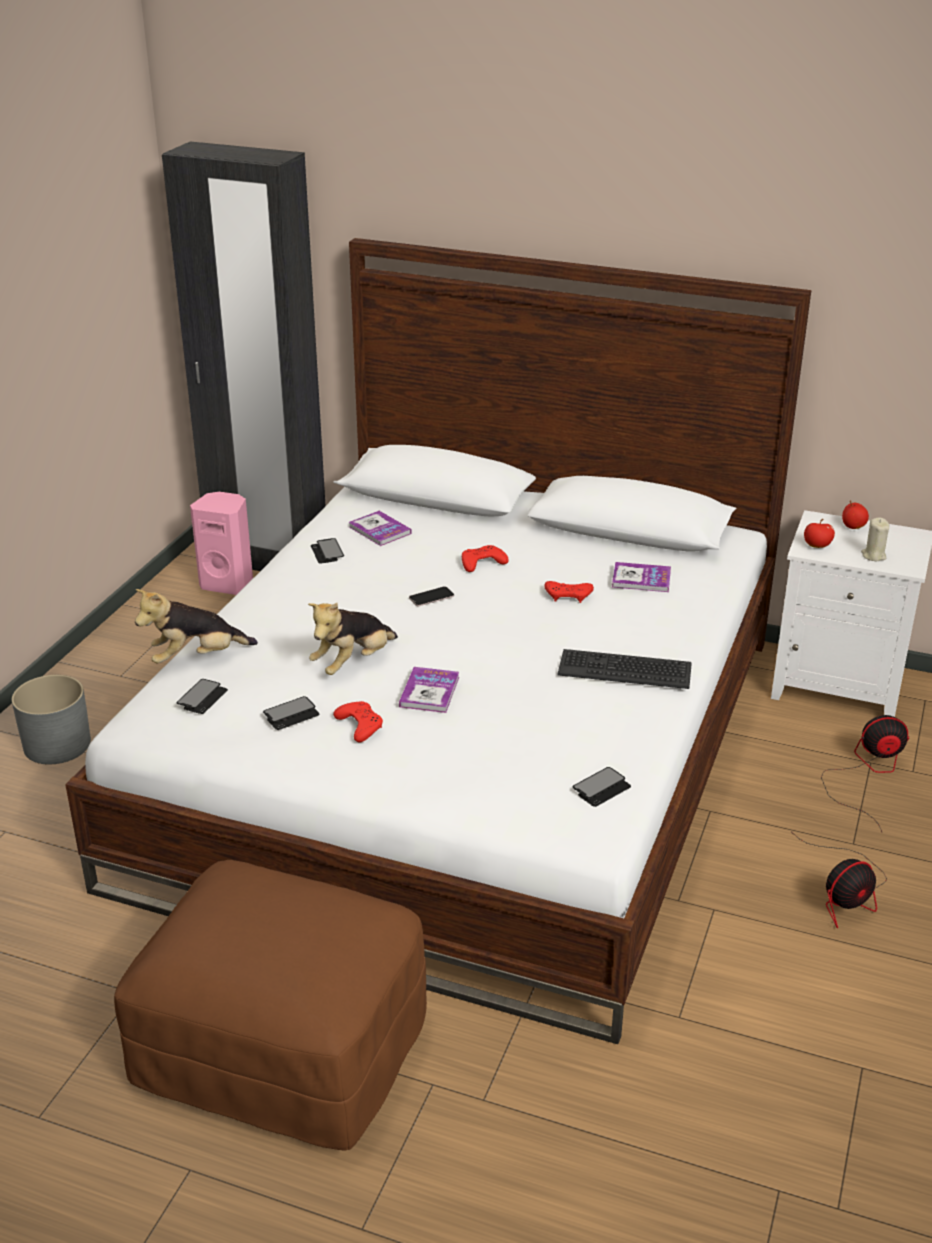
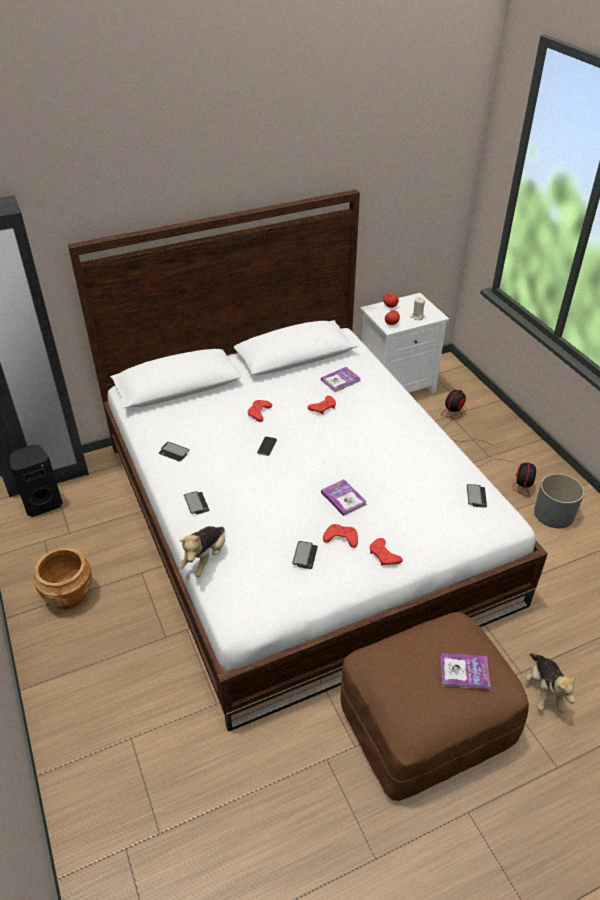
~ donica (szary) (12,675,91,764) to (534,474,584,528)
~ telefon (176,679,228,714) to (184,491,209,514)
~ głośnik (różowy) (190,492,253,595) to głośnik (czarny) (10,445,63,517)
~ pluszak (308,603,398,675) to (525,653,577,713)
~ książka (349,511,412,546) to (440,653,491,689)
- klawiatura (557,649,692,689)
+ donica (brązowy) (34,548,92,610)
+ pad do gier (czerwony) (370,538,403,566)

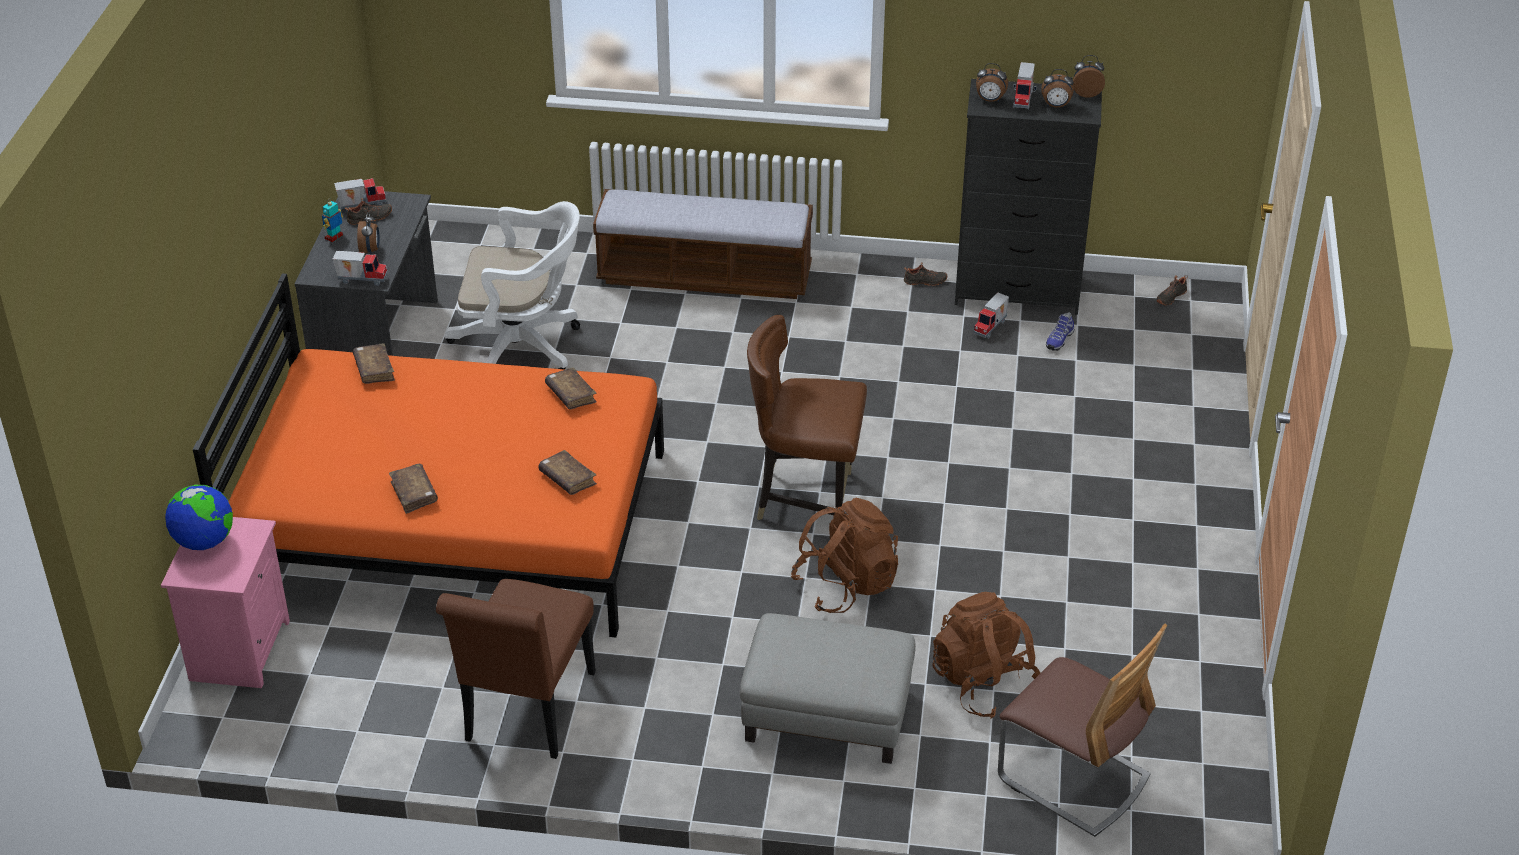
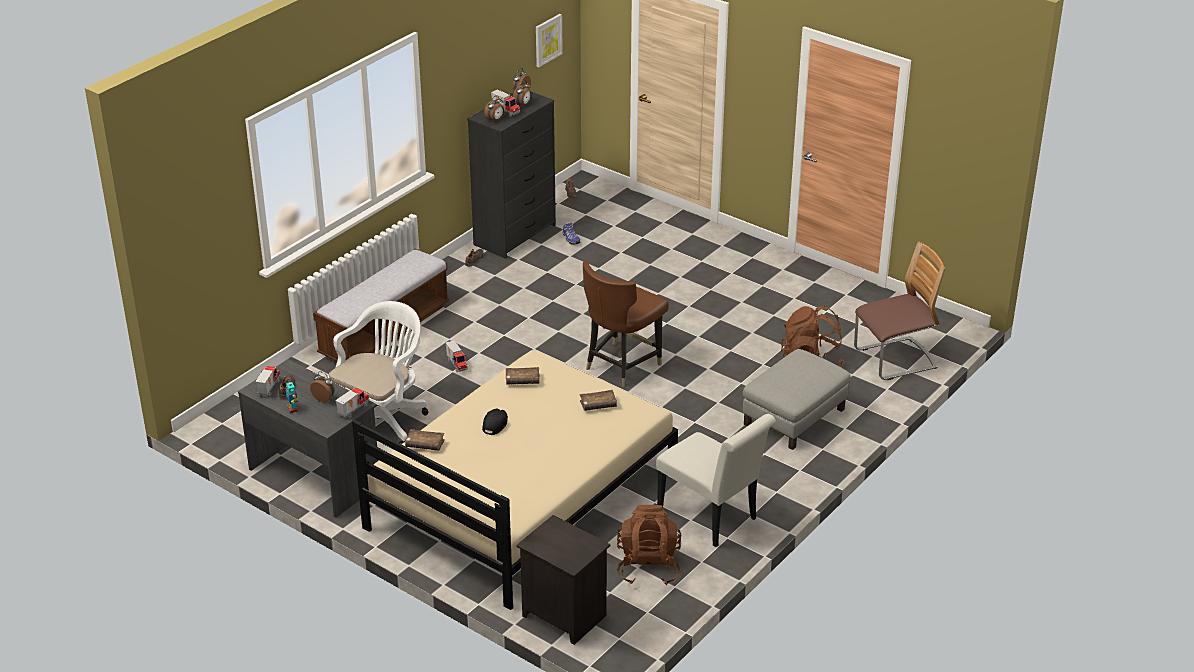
~ szafka nocna (różowy) (161,517,290,688) to szafka nocna (czarny) (516,515,610,645)
- globus (165,485,233,550)
~ łóżko (pomarańczowy) (193,273,664,637) to łóżko (beżowy) (352,350,678,610)
- książka (brązowy) (389,464,438,514)
~ krzesło (brązowy) (436,579,596,759) to krzesło (biały) (656,414,776,547)
~ plecak (brązowy) (791,498,898,613) to (617,505,681,585)
~ ciężarówka zabawkowa (973,292,1009,339) to (446,340,468,372)
+ czapka z daszkiem (czarny) (482,408,508,435)
+ obraz (536,14,563,67)

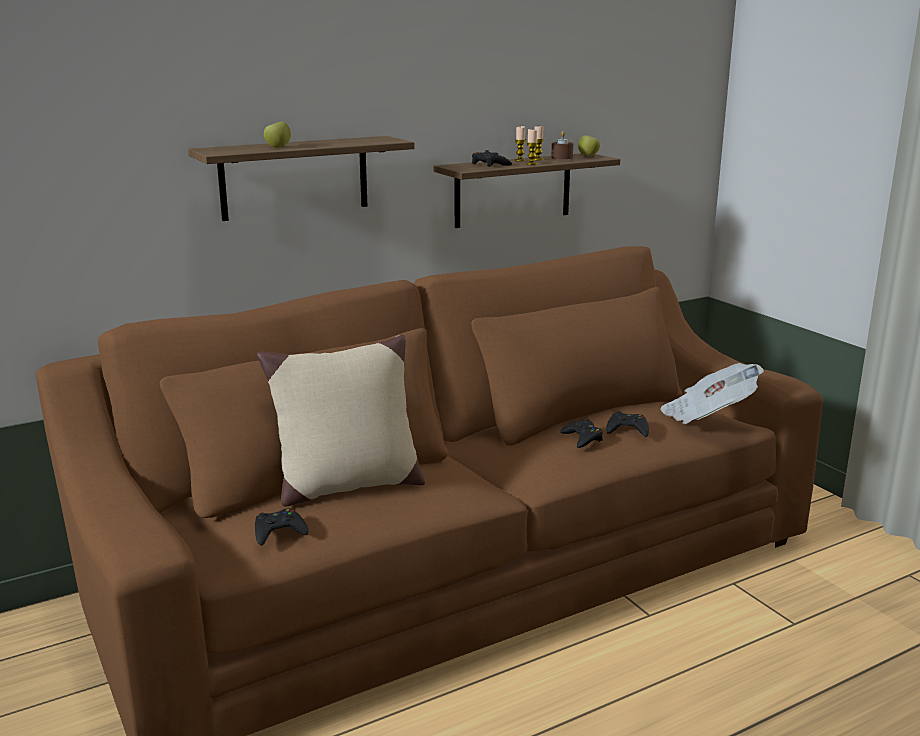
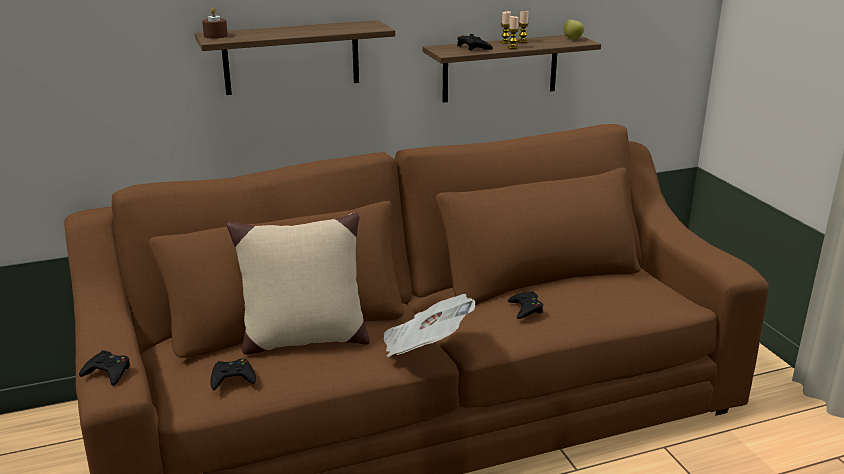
- jabłko (264,122,291,148)
~ świeca (brązowy) (551,131,573,159) to (202,8,228,39)
~ pad do gier (czarny) (606,411,649,437) to (79,350,130,386)
~ gazeta (660,363,764,424) to (384,294,475,357)

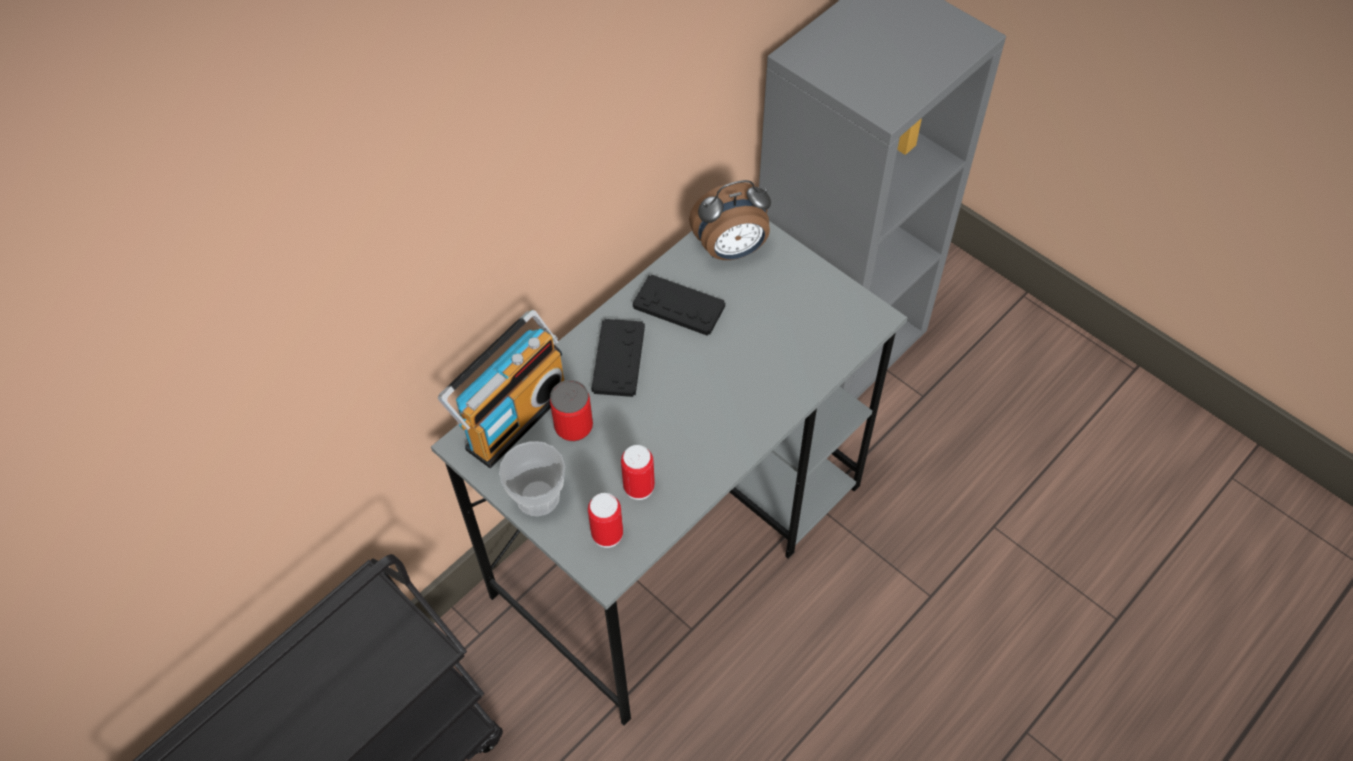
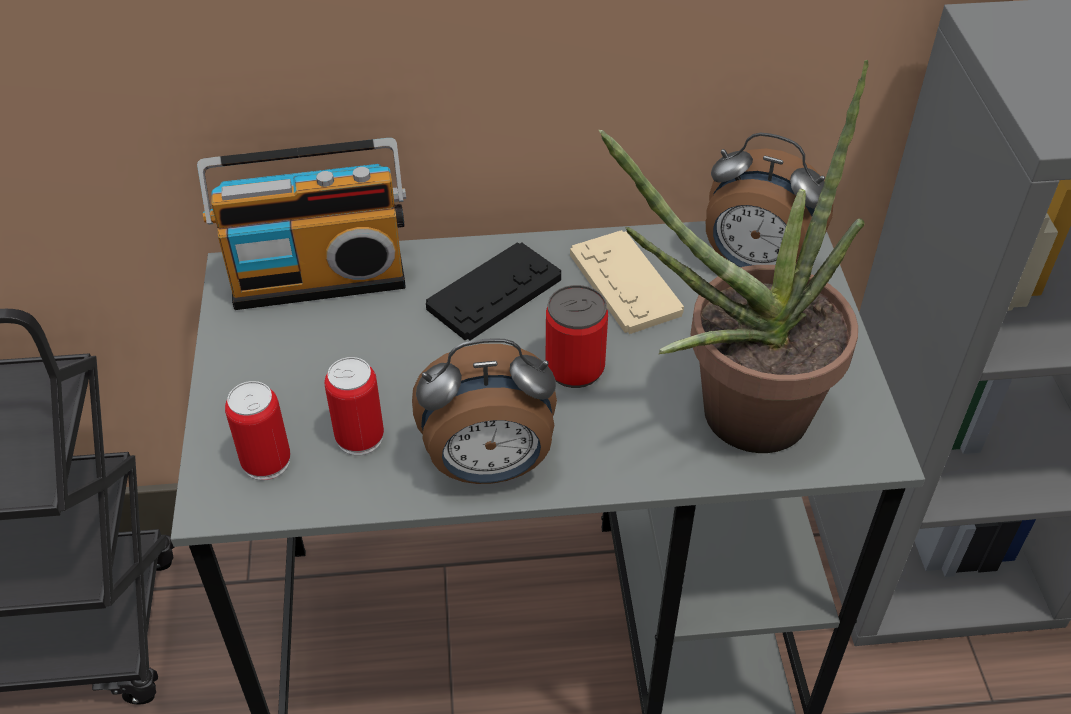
- filiżanka (499,441,565,516)
~ puszka (550,380,593,441) to (546,285,608,388)
~ pad do gier (czarny) (633,275,725,335) to pad do gier (beżowy) (570,230,684,334)
+ budzik (412,338,557,484)
+ roślina doniczkowa (599,60,869,453)

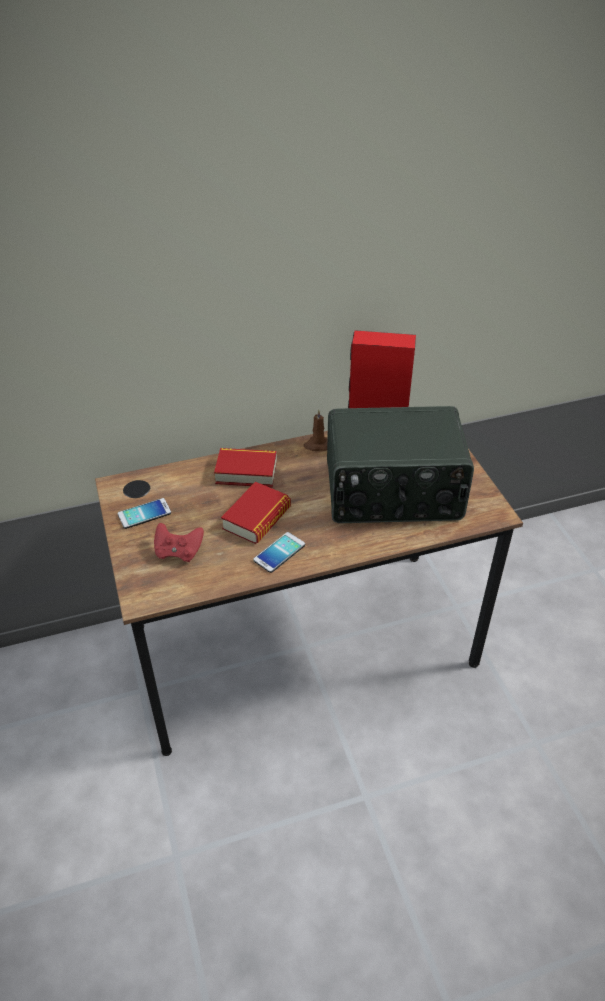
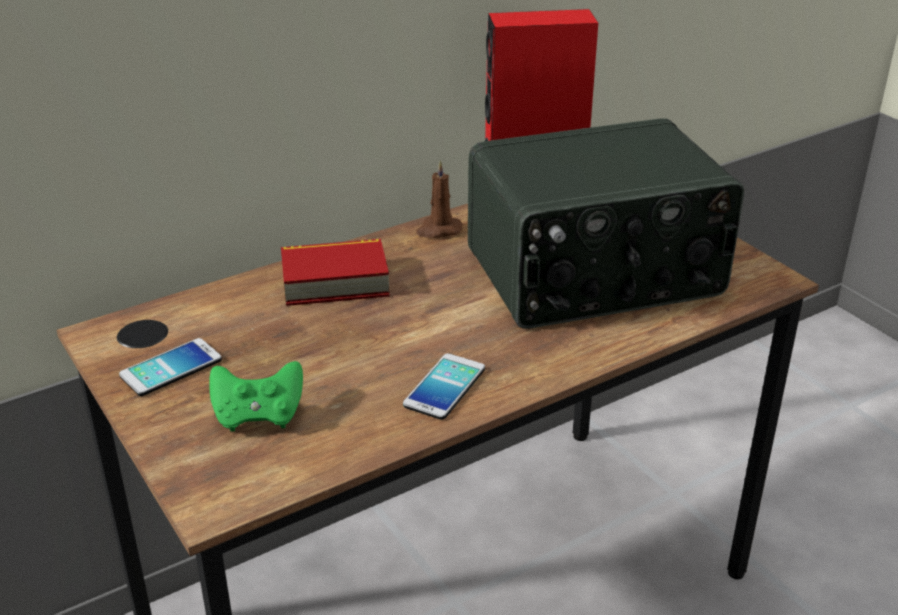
~ pad do gier (czerwony) (154,523,204,562) to pad do gier (zielony) (209,361,303,431)
- książka (221,482,291,544)

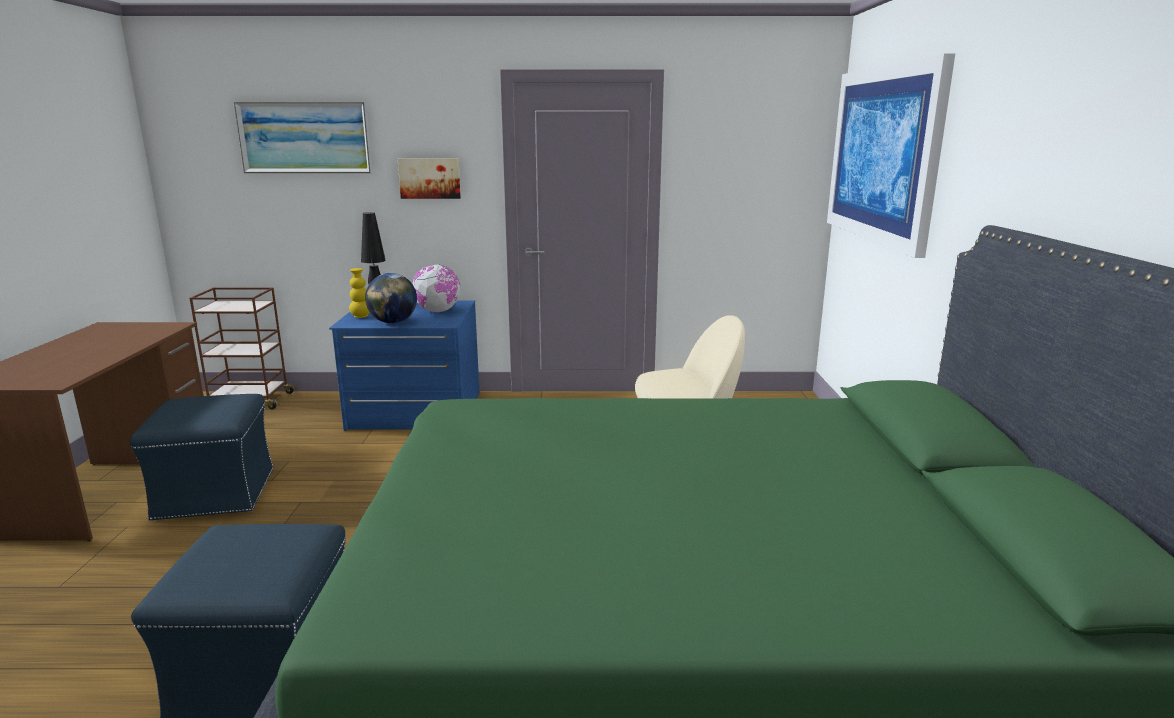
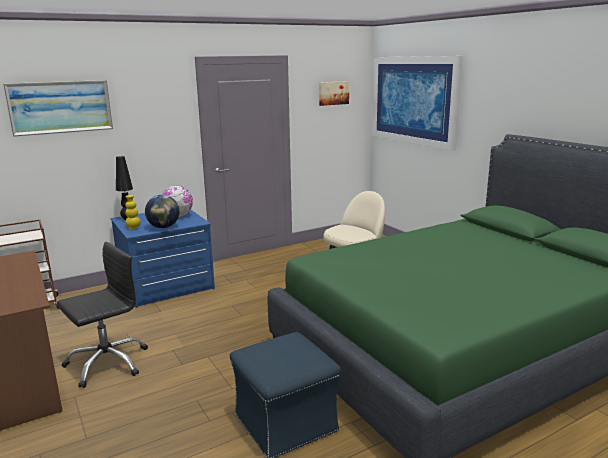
~ pufa (niebieski) (130,394,273,521) to krzesło biurowe (czarny) (57,242,148,388)
~ obraz (398,158,461,199) to (319,81,349,106)

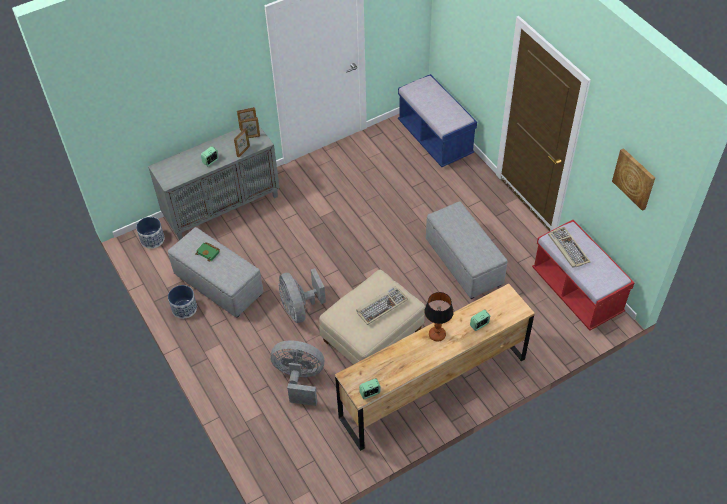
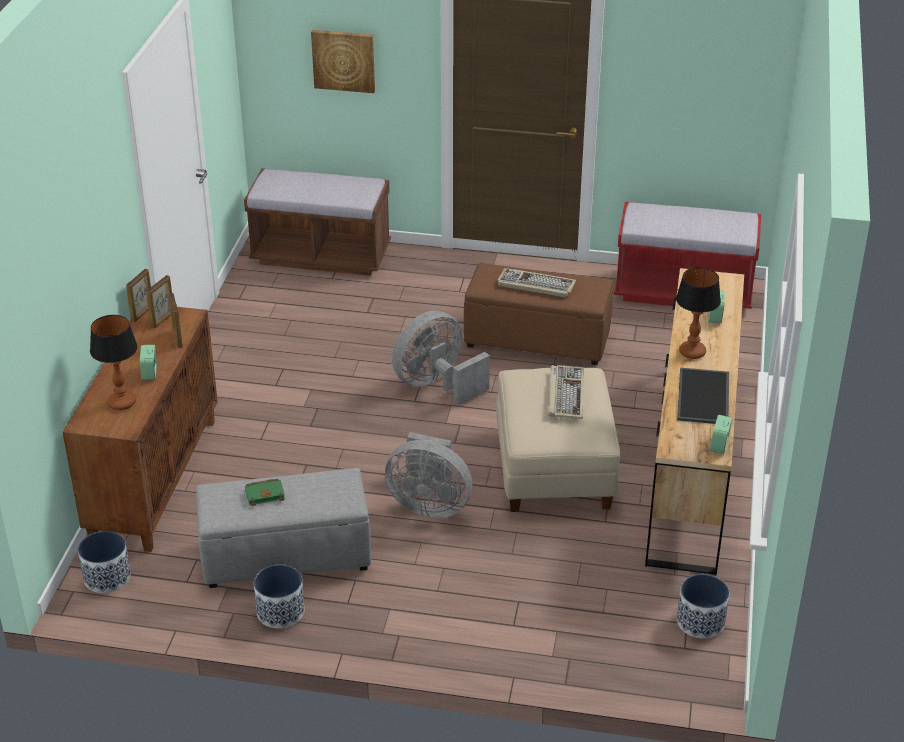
~ szafka (szary) (148,126,280,240) to szafka (brązowy) (62,307,218,552)
~ wentylator (szary) (270,341,324,406) to (392,311,490,405)
~ ławka (niebieski) (398,74,477,167) to ławka (brązowy) (244,168,391,276)
~ pufa (szary) (426,201,508,299) to pufa (brązowy) (464,263,613,365)
~ klawiatura (548,227,591,268) to (497,268,576,297)
~ obraz (612,148,655,211) to (311,30,375,93)
+ lampa stołowa (90,315,138,410)
+ taca (677,368,729,424)
+ donica (677,574,729,639)

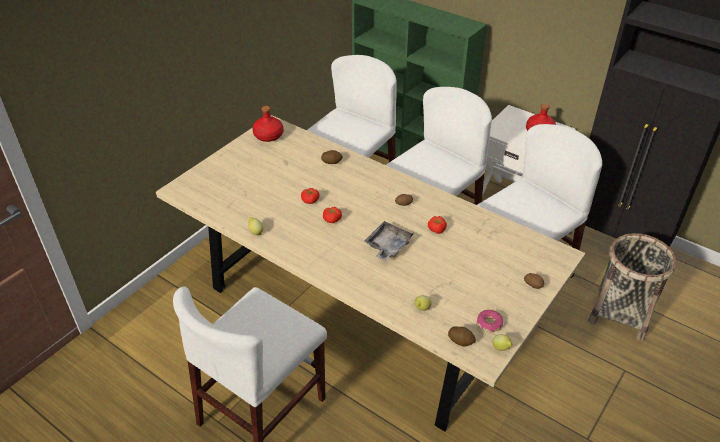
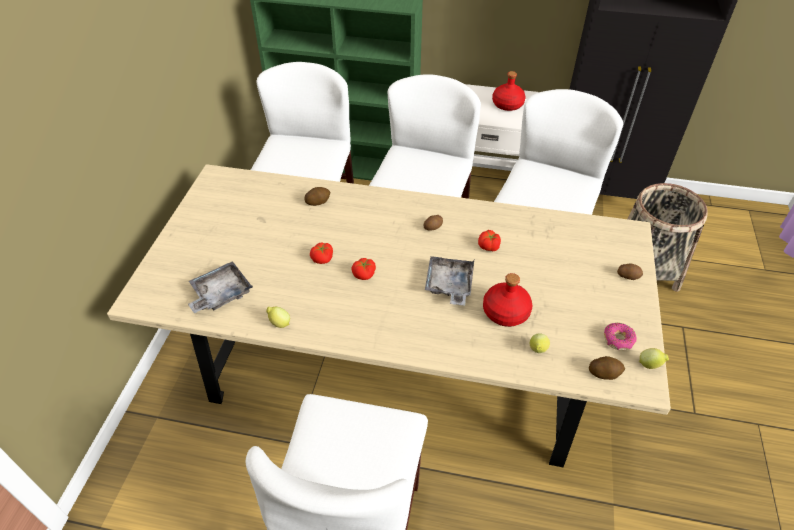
~ butelka (czerwony) (253,106,284,142) to (483,273,532,327)
+ taca (szary) (188,261,253,313)

